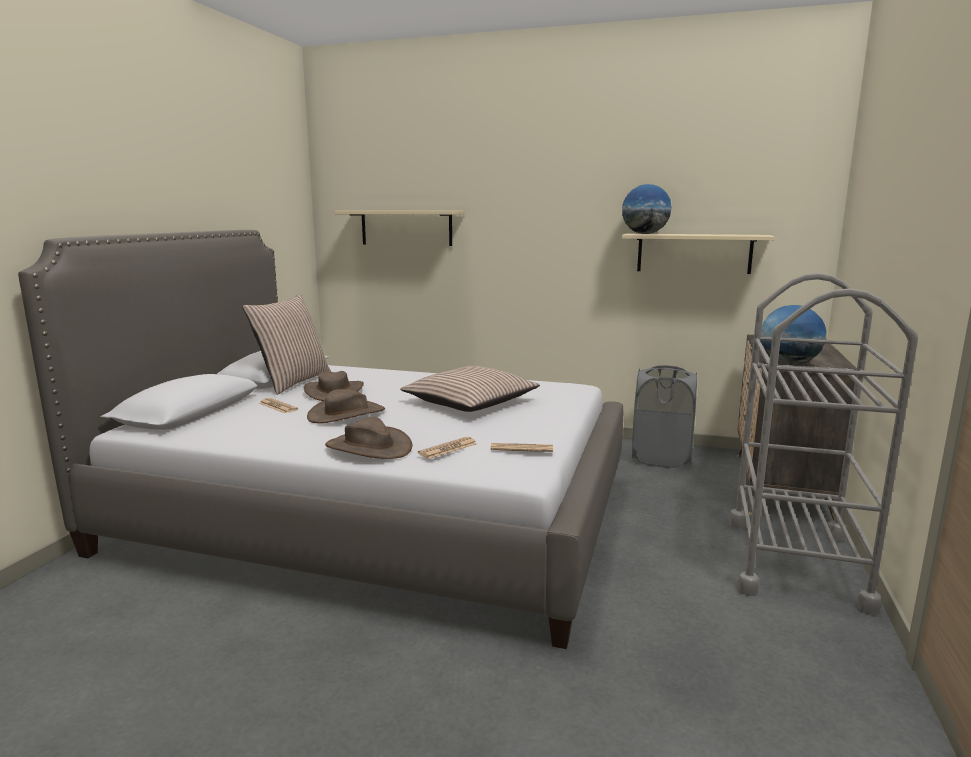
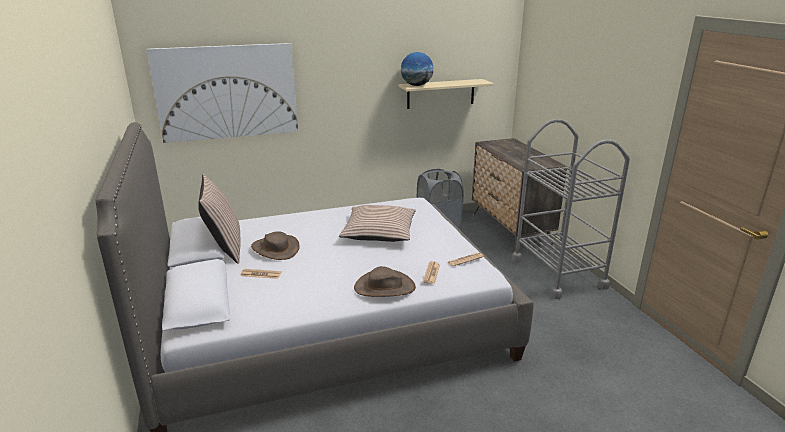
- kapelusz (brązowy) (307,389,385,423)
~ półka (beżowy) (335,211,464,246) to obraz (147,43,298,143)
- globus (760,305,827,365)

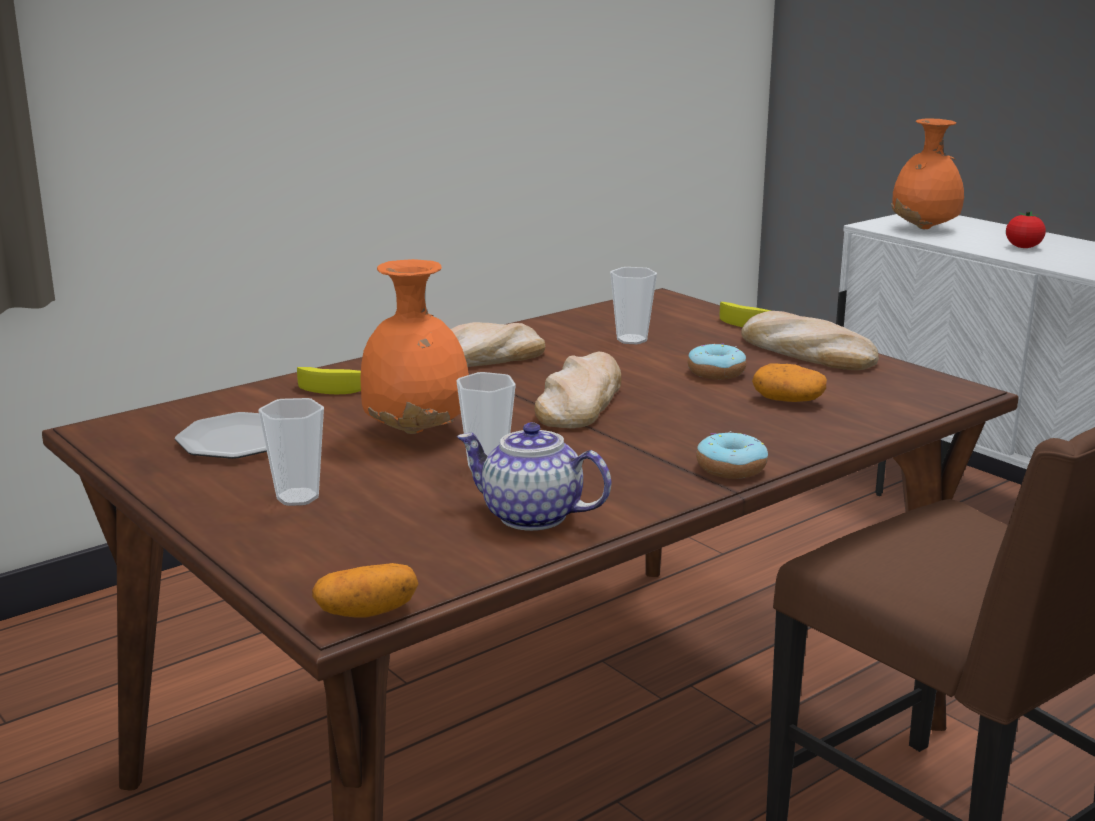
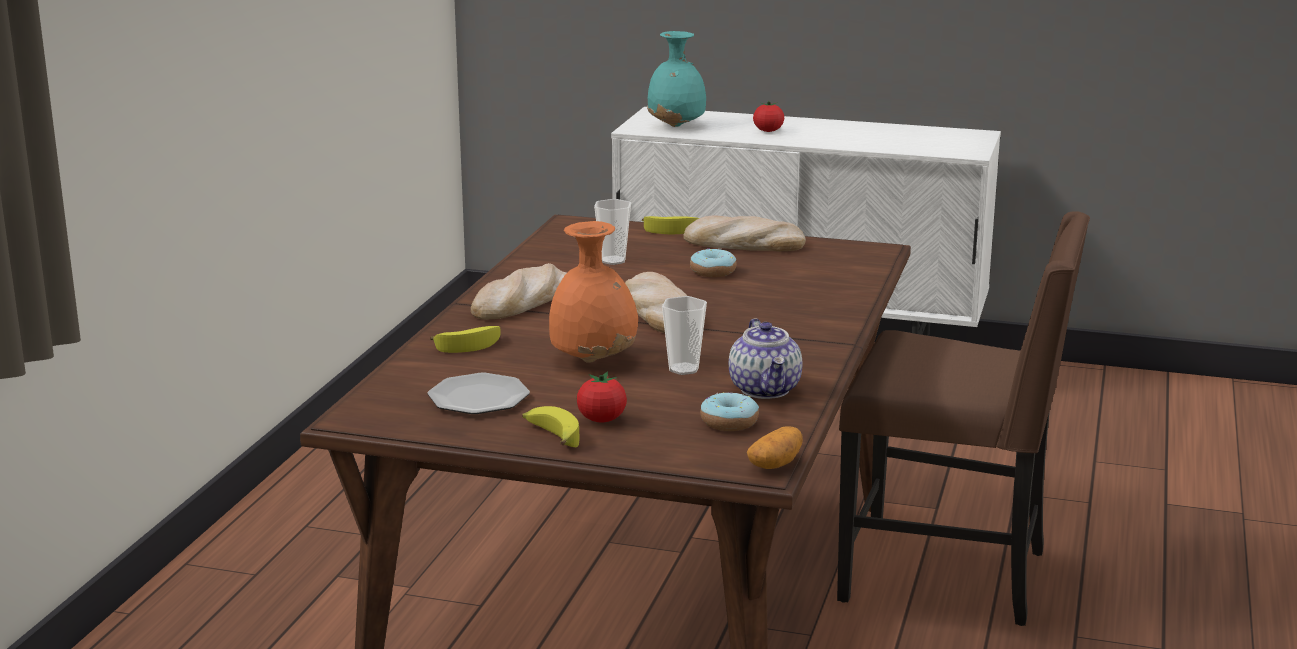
~ filiżanka (258,398,324,506) to pomidor (577,372,627,423)
~ imbryk (457,422,612,531) = (729,318,802,399) 90 degrees counterclockwise
~ donut (696,431,768,479) to (700,392,759,431)
- ziemniak (752,363,827,402)
~ wazon (pomarańczowy) (891,119,964,229) to wazon (turkusowy) (647,31,706,127)
+ banan (522,406,579,447)

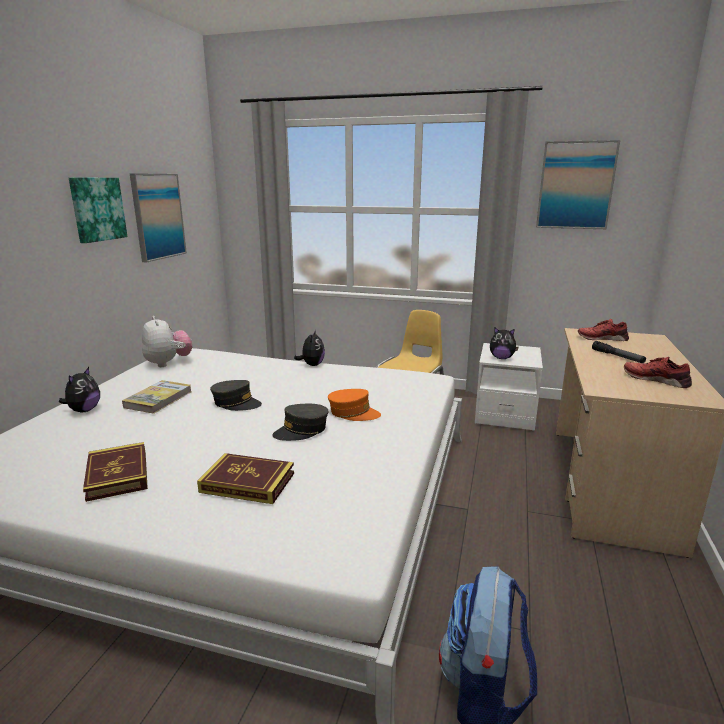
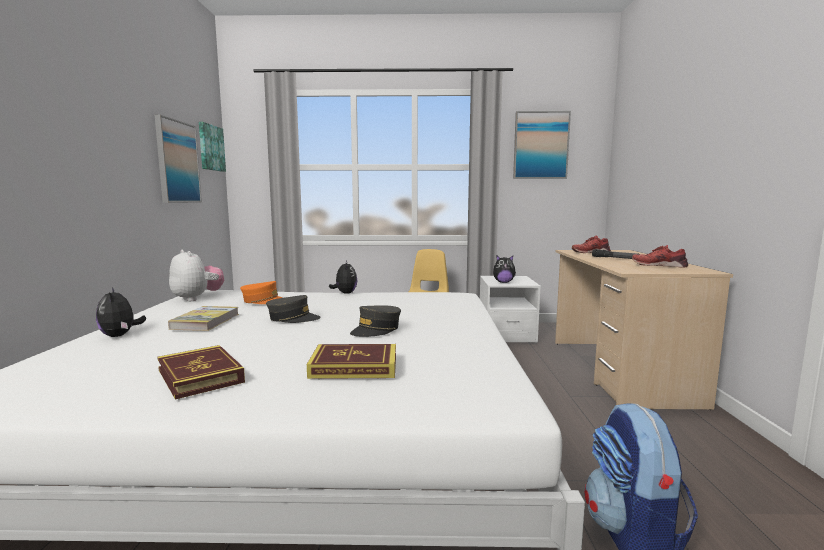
~ pluszak (59,367,100,412) = (96,287,146,337) 150 degrees clockwise
~ obraz (69,178,128,243) to (199,122,226,172)
~ czapka z daszkiem (pomarańczowy) (328,389,381,421) to (240,281,283,304)

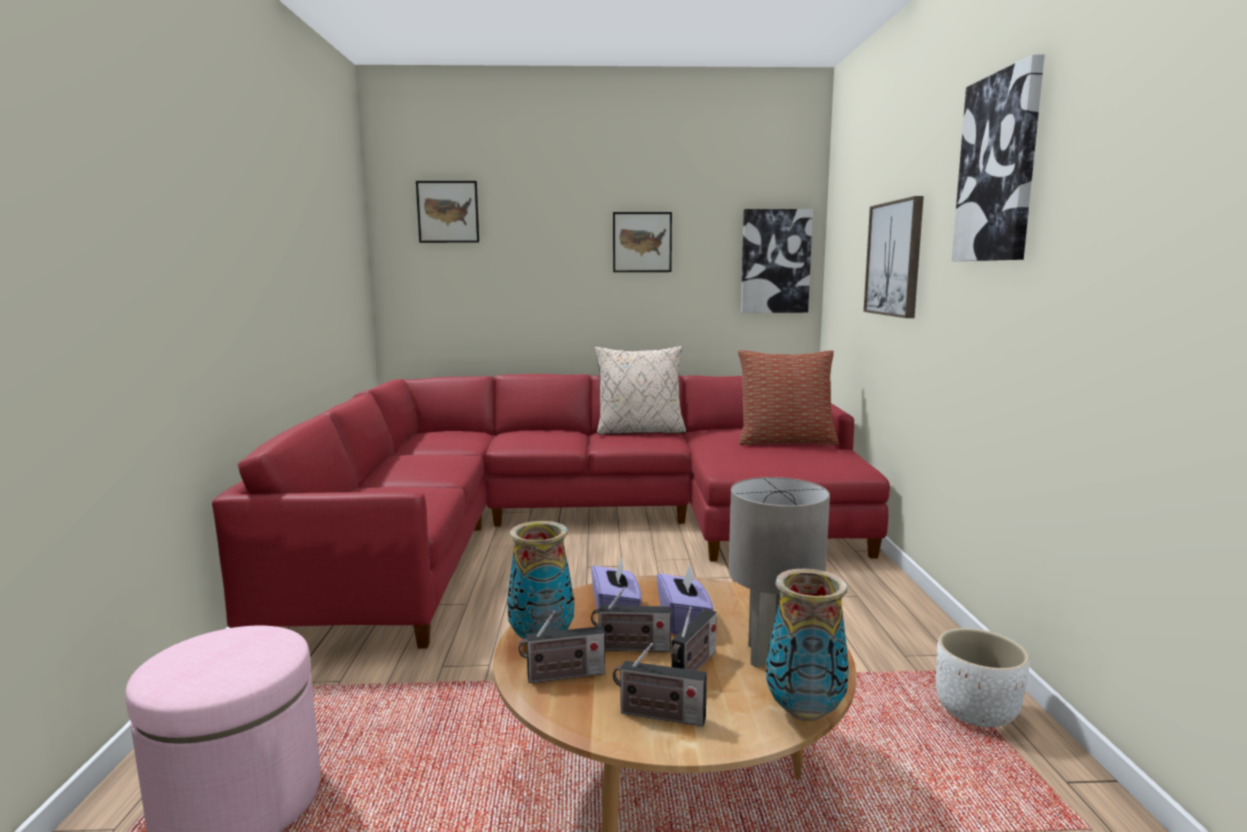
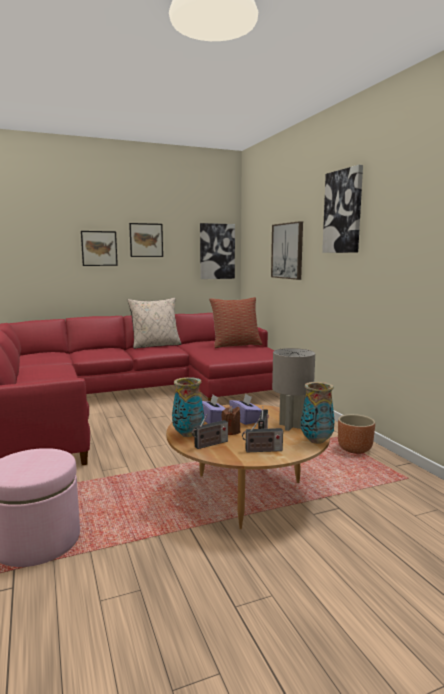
~ obraz (416,181,479,243) to (81,231,118,266)
~ radio (591,586,671,652) to świeca (brązowy) (221,405,240,435)
~ donica (biały) (936,628,1029,727) to donica (brązowy) (338,414,375,454)

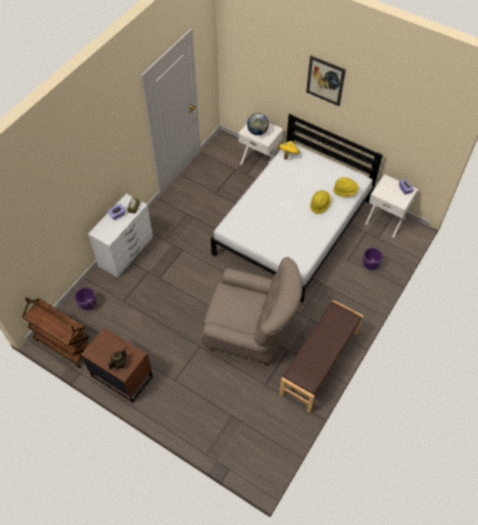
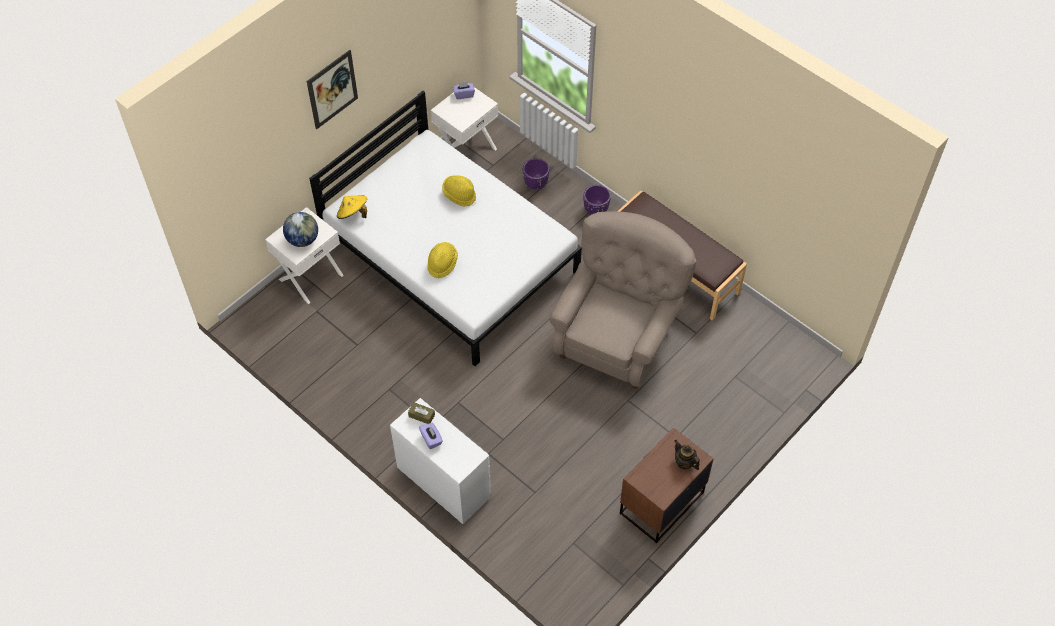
- wózek (brązowy) (22,297,90,368)
~ donica (fioletowy) (75,287,96,310) to (583,185,611,215)
~ kapelusz (żółty) (333,177,359,197) to (428,242,458,279)

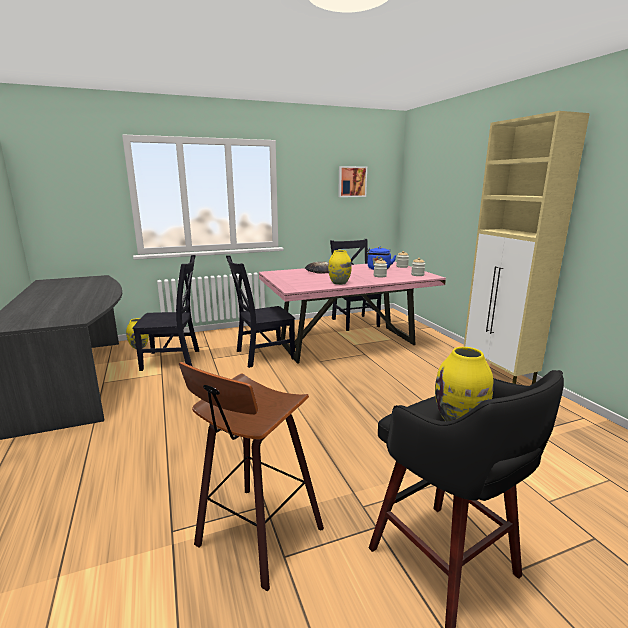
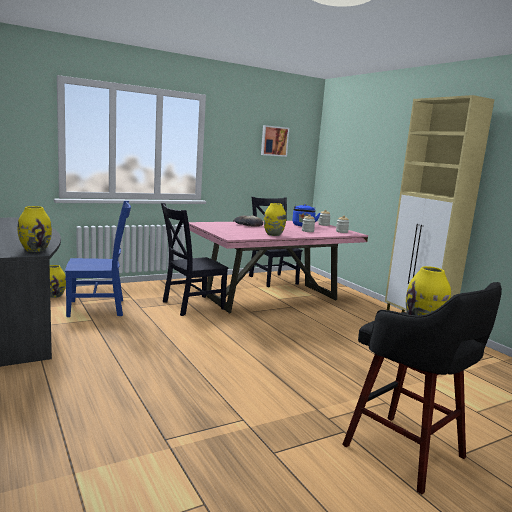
~ krzesło (czarny) (132,255,200,371) to krzesło (niebieski) (65,201,131,317)
- stołek (179,362,324,592)
+ wazon (żółty) (18,206,52,252)

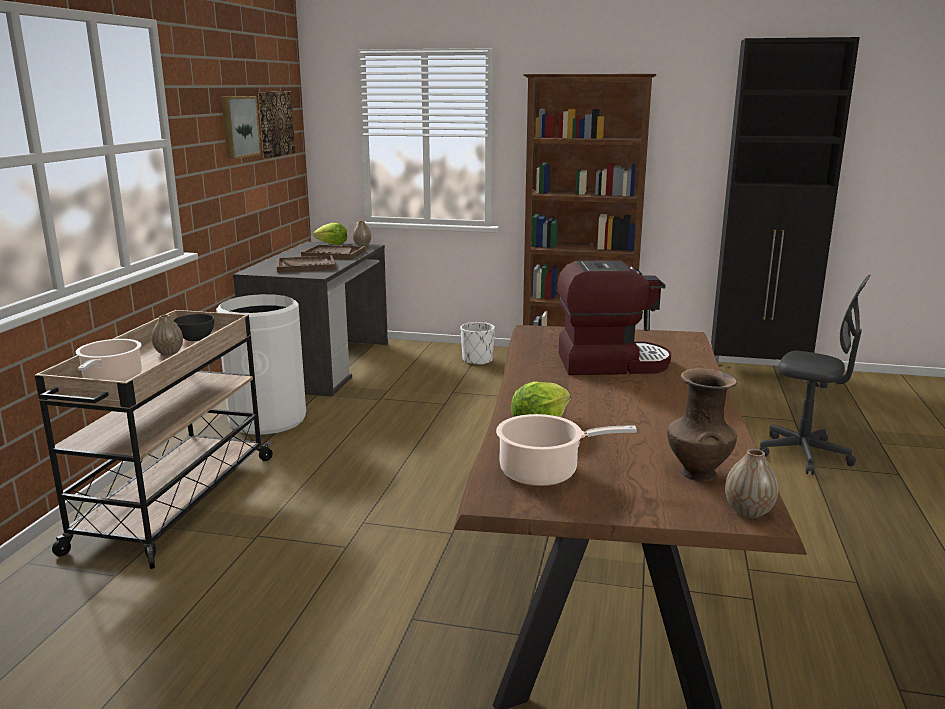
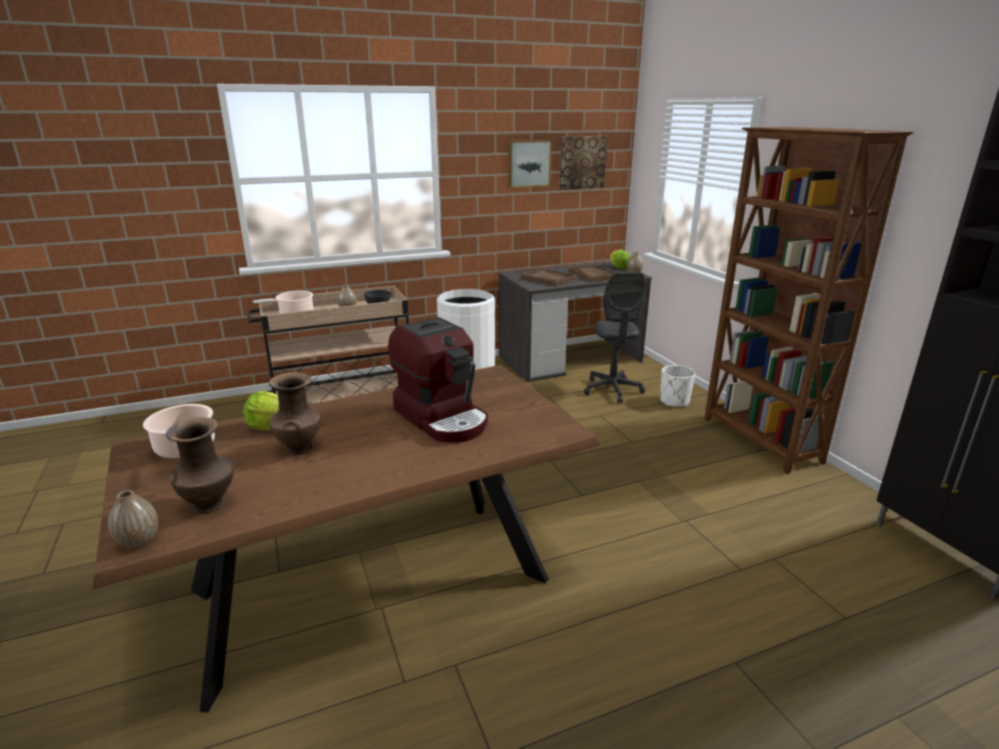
~ krzesło biurowe (szary) (759,275,870,475) to (584,273,645,403)
+ wazon (brązowy) (269,372,321,455)

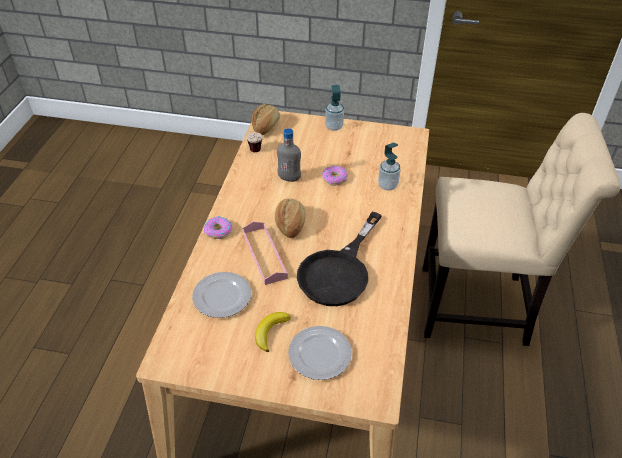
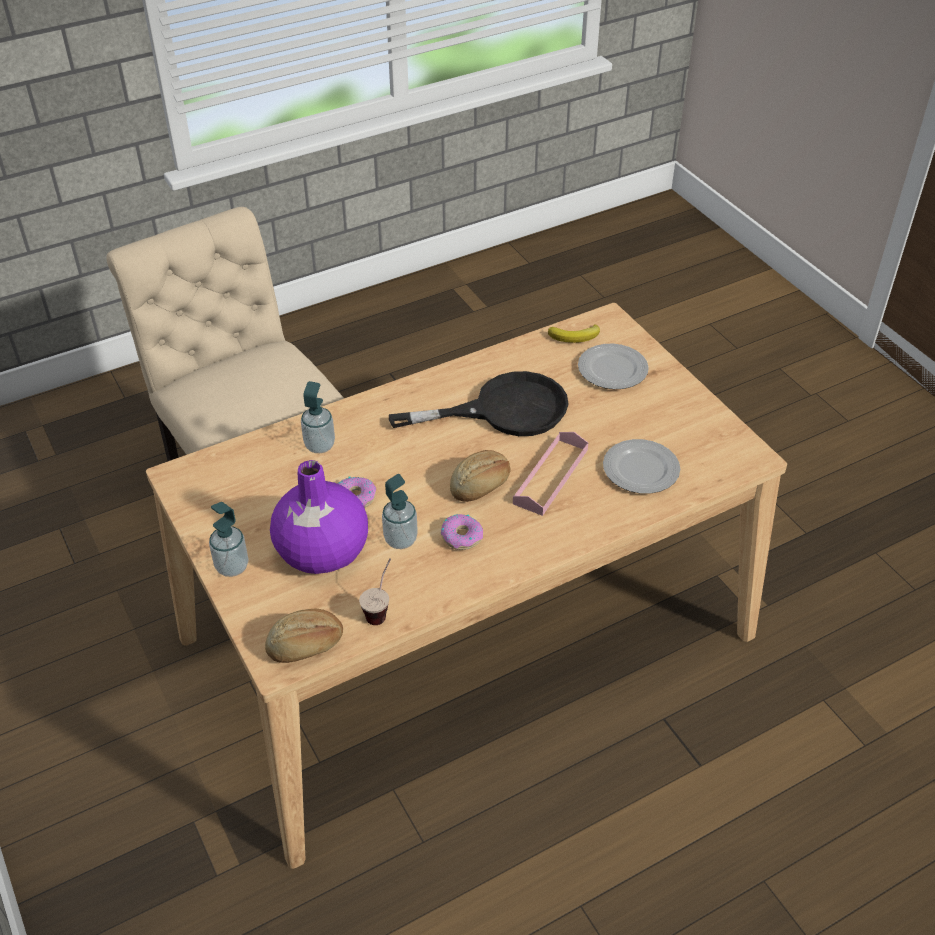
~ donut (204,217,232,239) to (441,514,483,550)
~ banan (255,312,291,352) to (548,324,600,343)
~ butelka (szary) (277,128,301,182) to dozownik mydła (382,474,418,549)
+ wazon (fioletowy) (270,460,368,574)

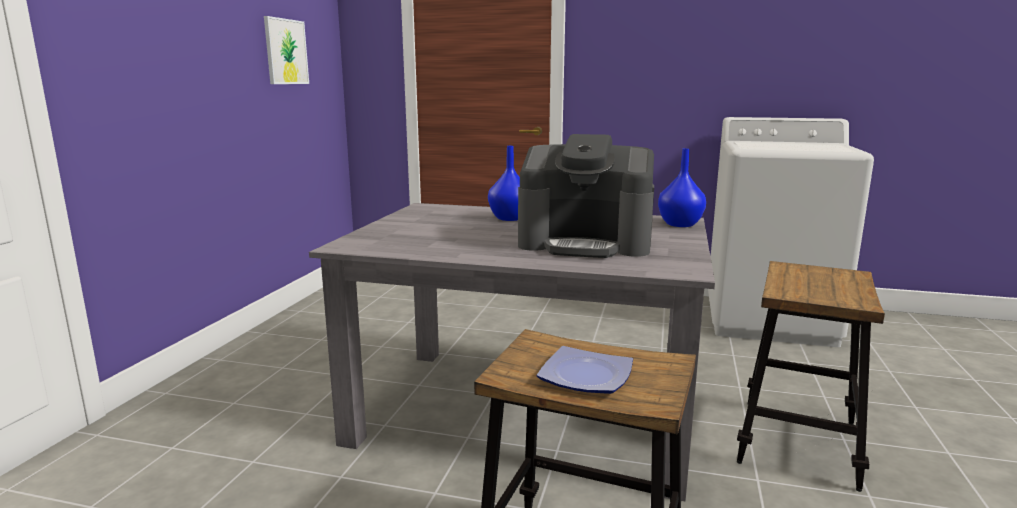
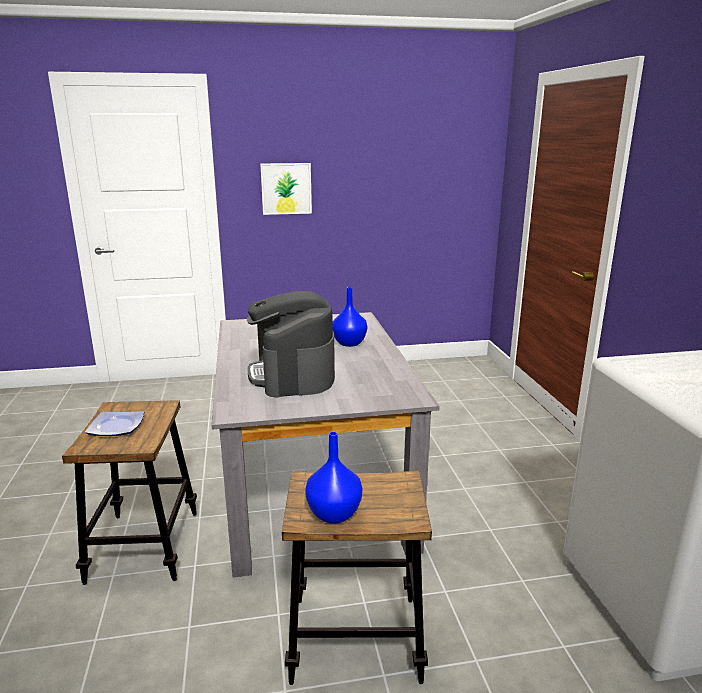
~ obraz (264,16,309,84) to (260,163,312,215)
~ wazon (niebieski) (658,149,706,227) to (305,431,362,524)

